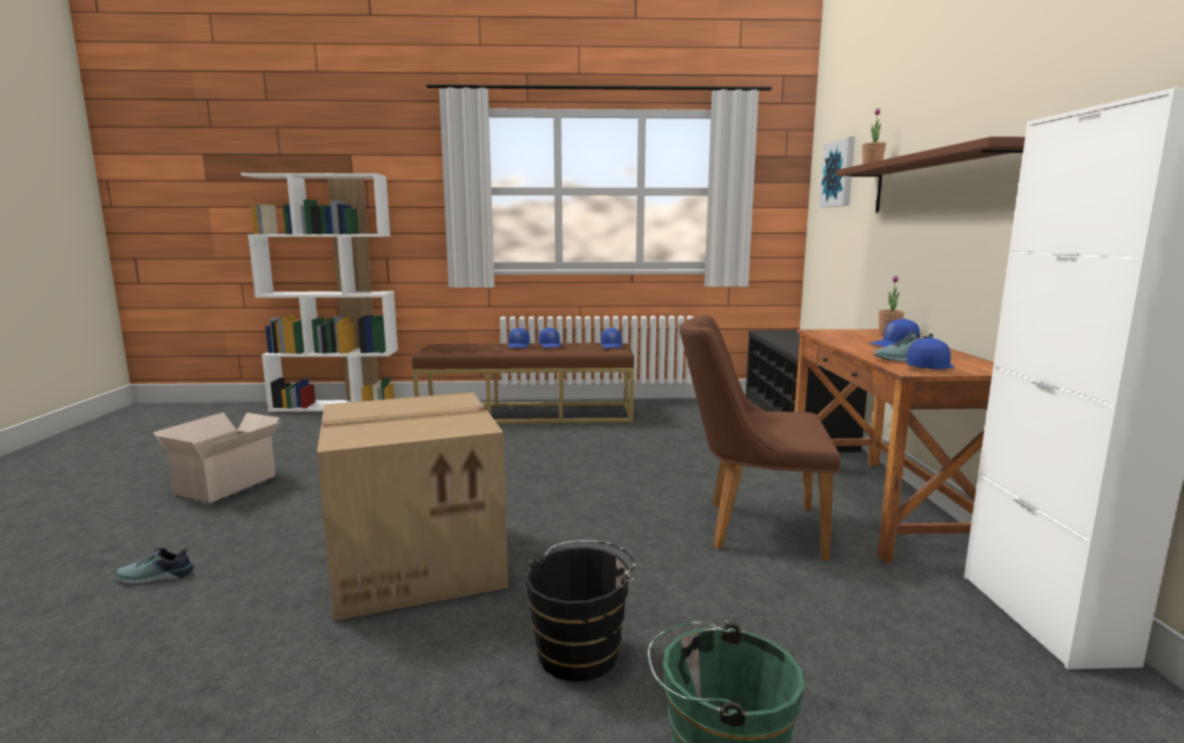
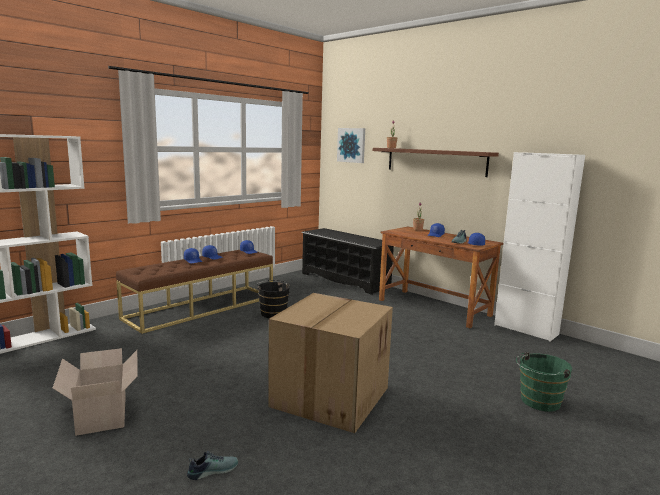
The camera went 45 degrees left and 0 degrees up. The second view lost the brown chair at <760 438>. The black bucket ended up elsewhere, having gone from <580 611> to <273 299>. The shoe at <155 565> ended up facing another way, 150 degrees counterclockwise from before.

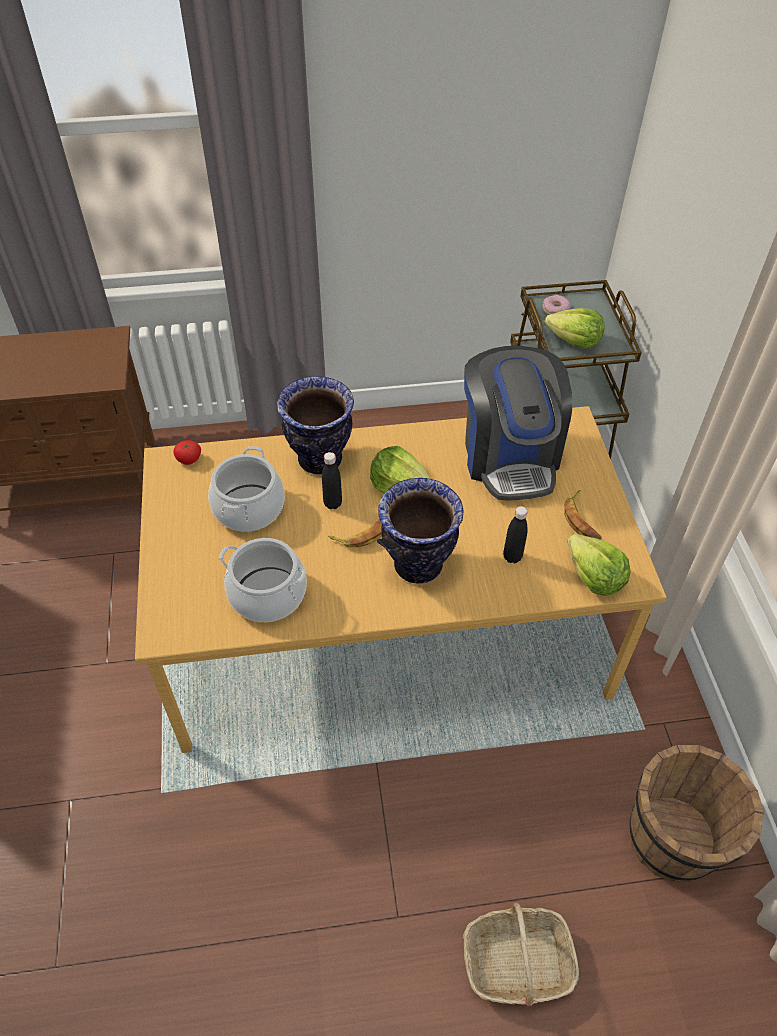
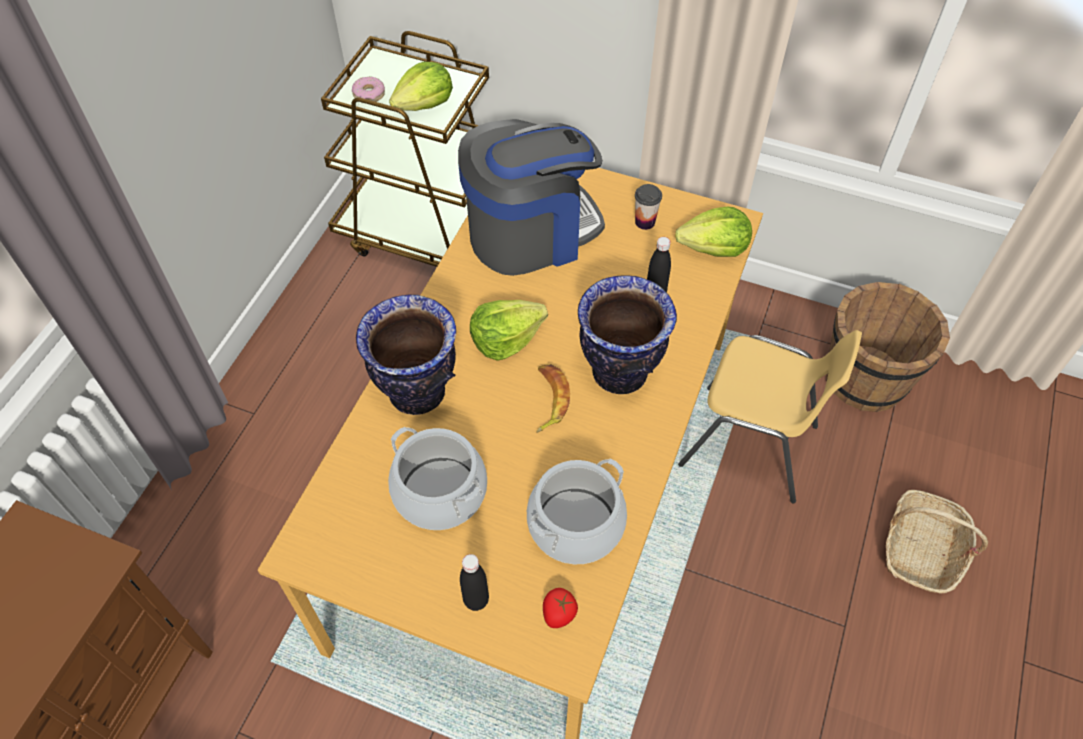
The camera went 60 degrees left and 5 degrees up. The coffee machine at <518 423> ended up facing another way, 45 degrees counterclockwise from before. The tomato ended up elsewhere, having gone from <187 452> to <560 608>. The black bottle ended up elsewhere, having gone from <332 480> to <474 582>. Where the banana stood at <583 515>, the cup came to stand at <648 207>. The second view gained the yellow chair at <770 416>.

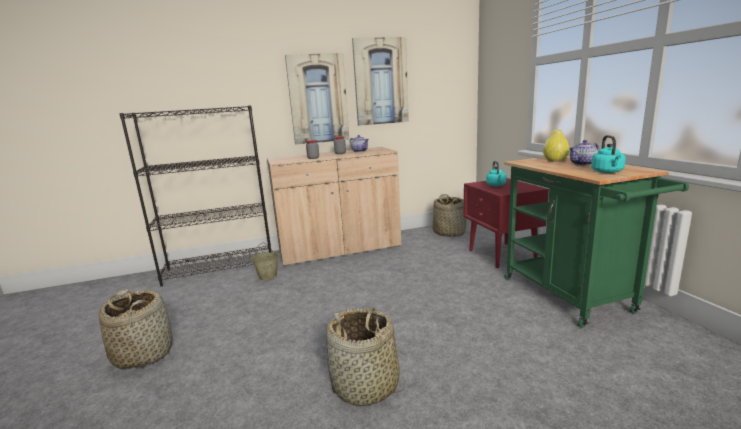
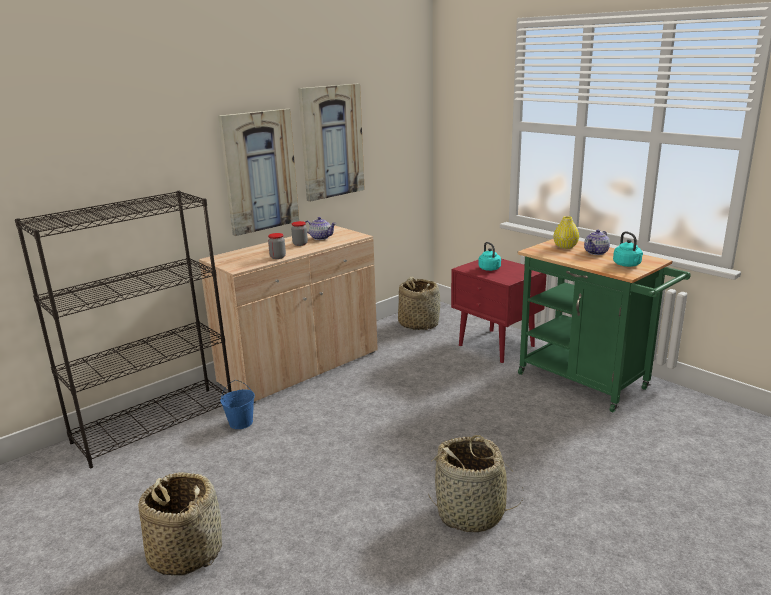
The camera went 25 degrees left and 5 degrees up. What was the beige bucket at <265 261> turned into the blue bucket at <237 404>.

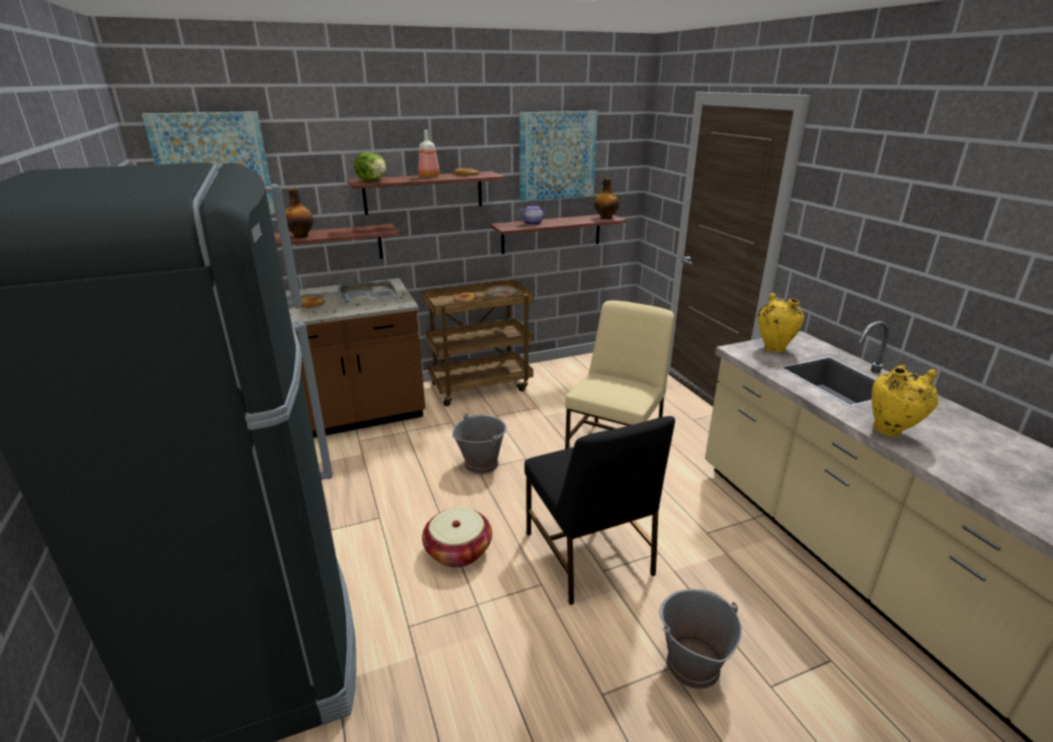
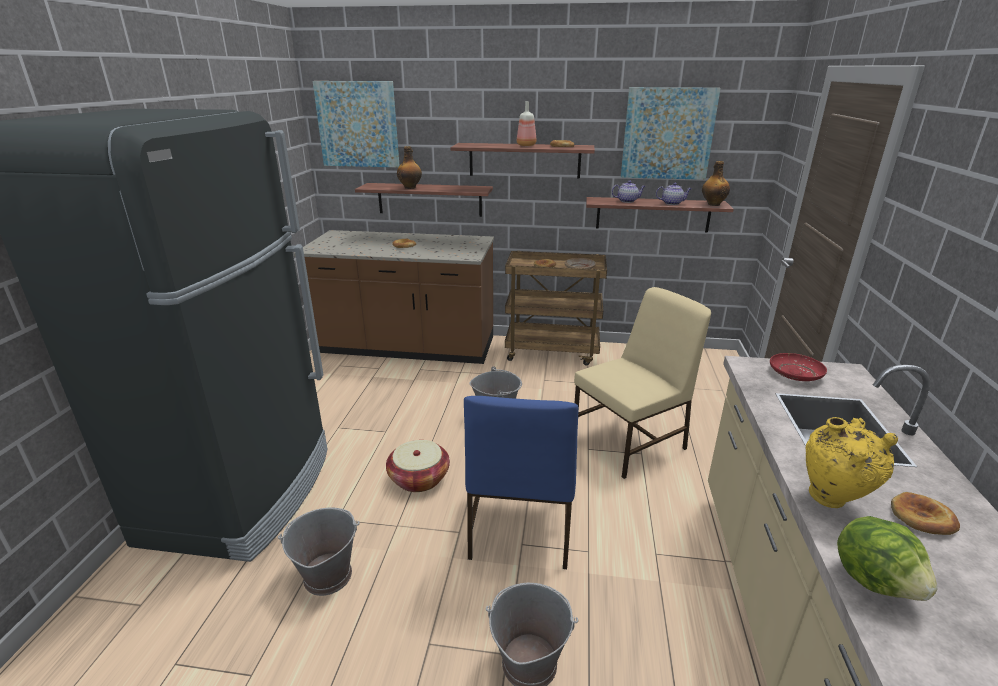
The camera went 30 degrees right and 0 degrees up. The lettuce ended up elsewhere, having gone from <370 166> to <887 558>. The second view lost the grey tray at <367 291>. Where the yellow vase stood at <781 322>, the red plate came to stand at <798 367>. What was the black chair at <599 510> turned into the blue chair at <521 482>. The second view gained the teapot at <674 194>. The second view gained the bread at <925 513>. The second view gained the grey bucket at <319 551>.

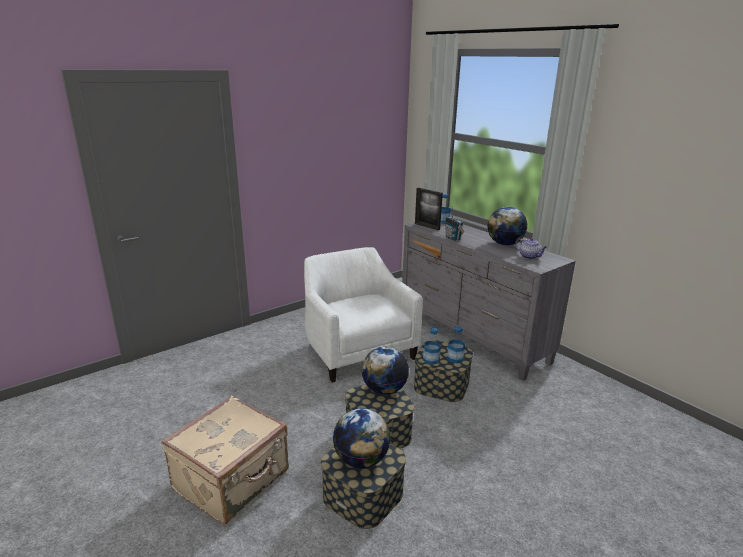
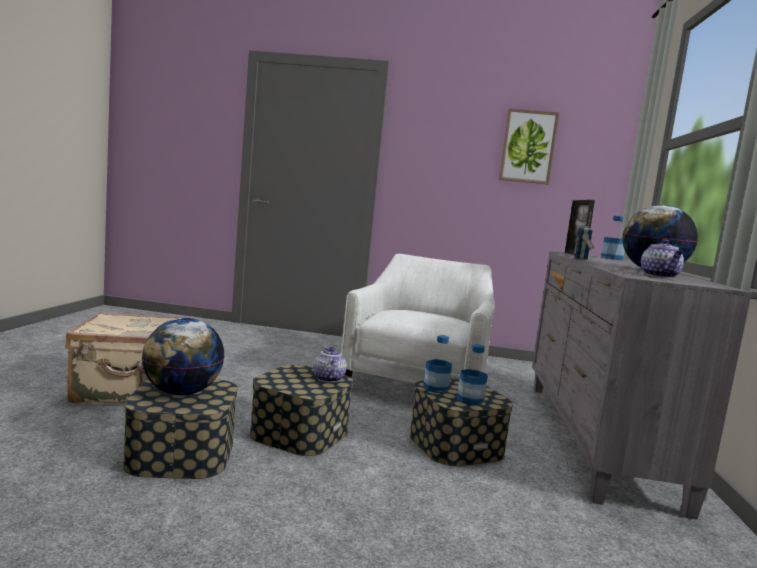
The camera went 45 degrees right and 15 degrees down. Where the globe stood at <385 371>, the teapot came to stand at <330 364>. The second view gained the picture at <529 146>.

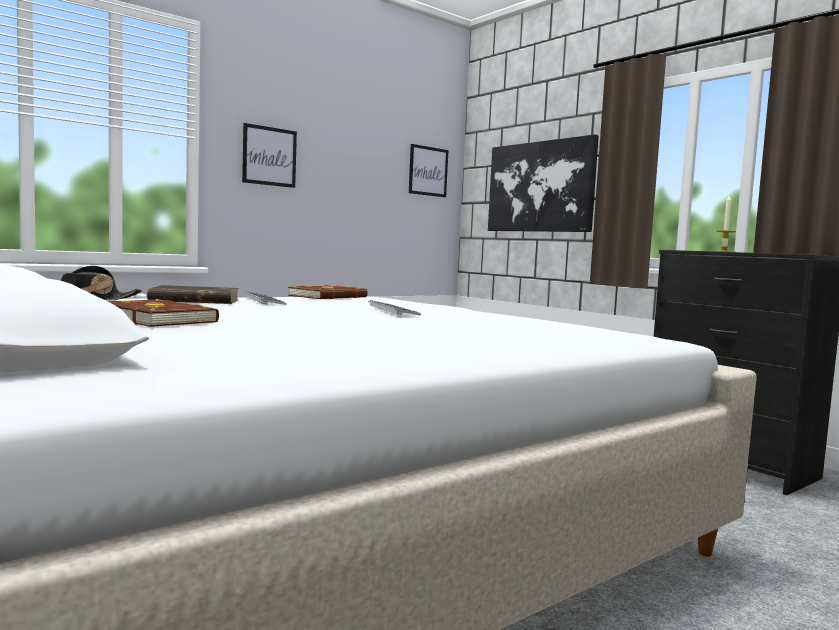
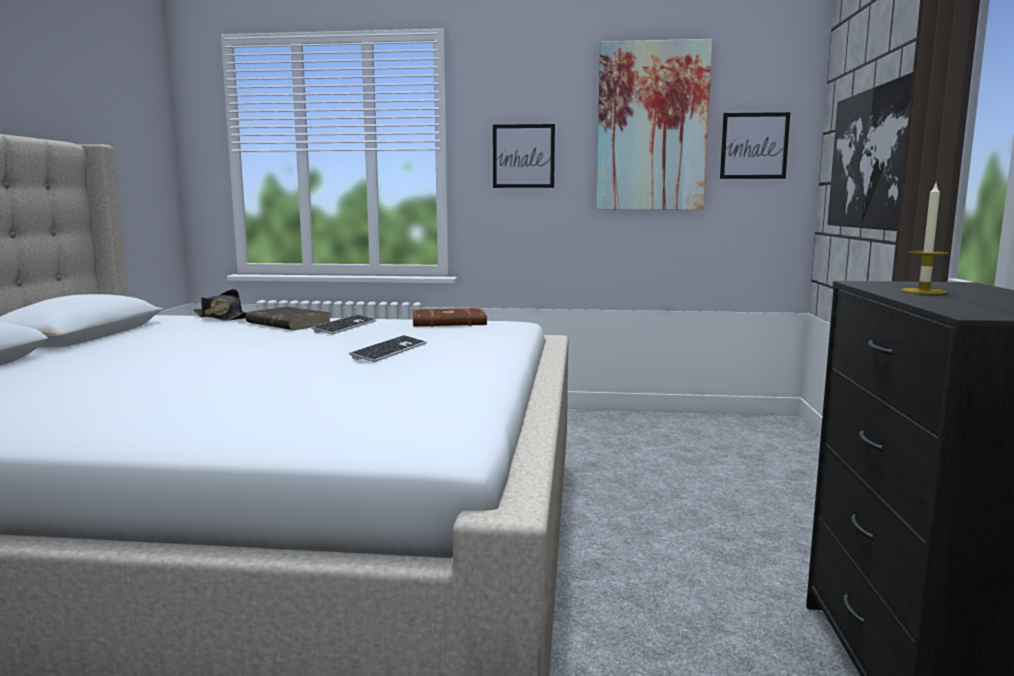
The camera went 45 degrees right and 5 degrees up. The second view lost the brown book at <162 313>. The second view gained the picture at <654 124>.

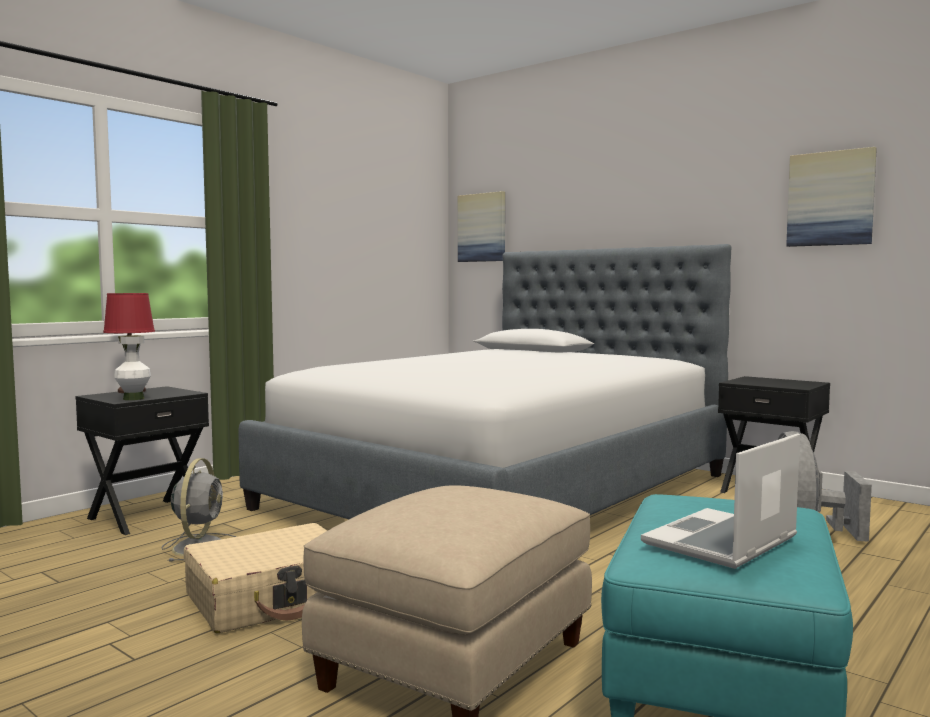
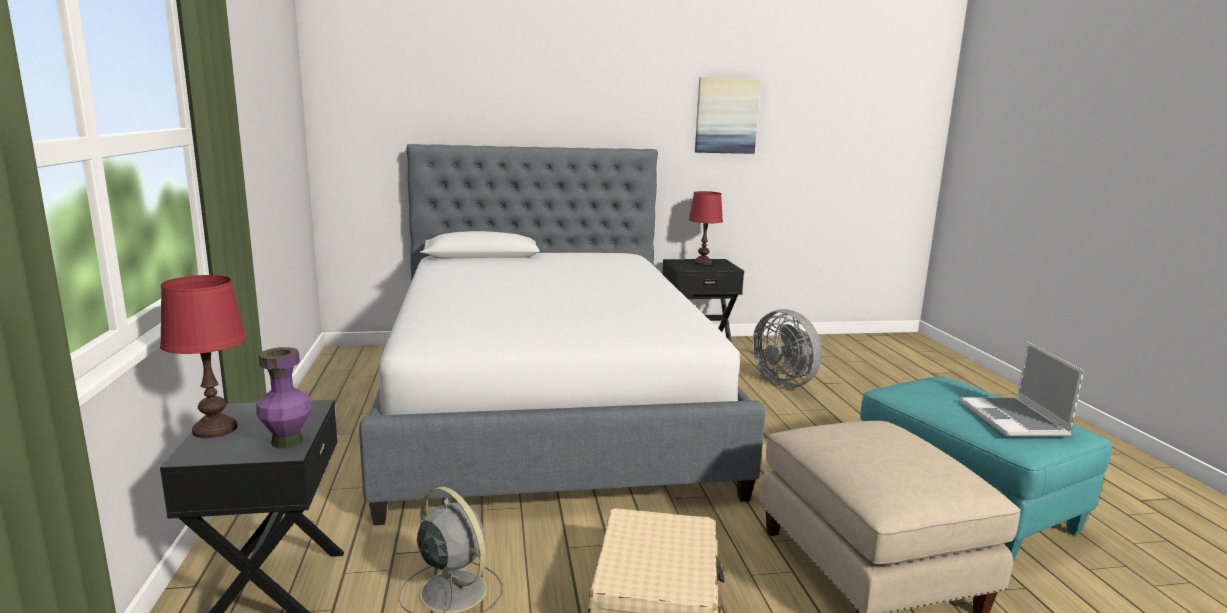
The camera went 50 degrees left and 10 degrees up. The second view lost the picture at <481 226>. What was the white vase at <132 367> turned into the purple vase at <284 397>. The second view gained the red table lamp at <706 228>.

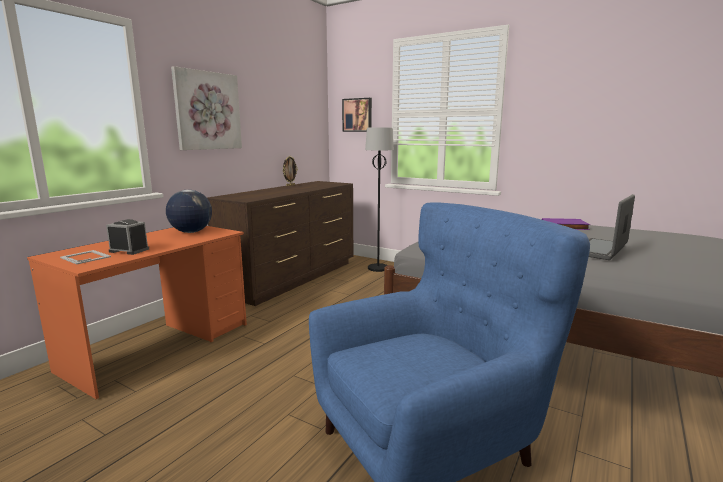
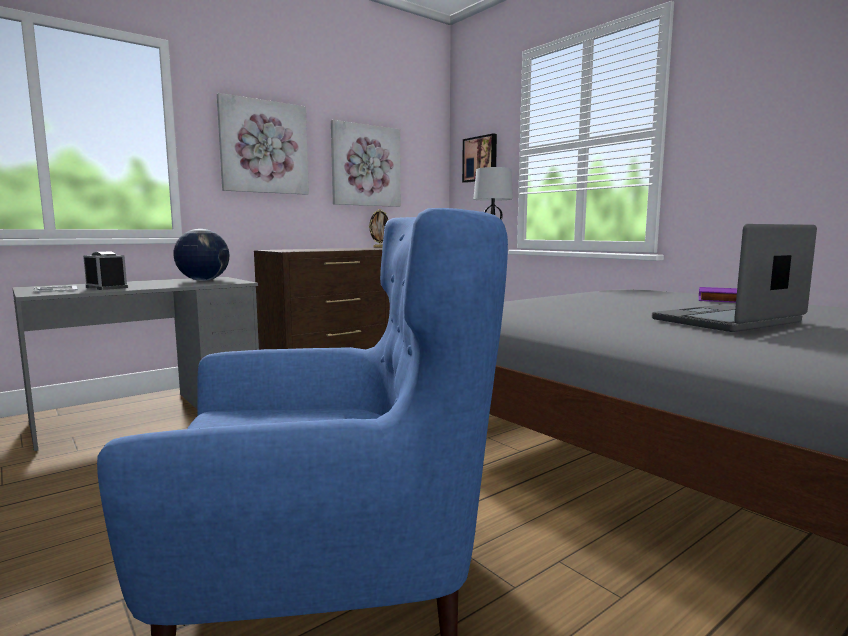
The camera went 20 degrees right and 5 degrees down. What was the orange desk at <137 312> turned into the grey desk at <135 363>. The second view gained the picture at <366 163>.

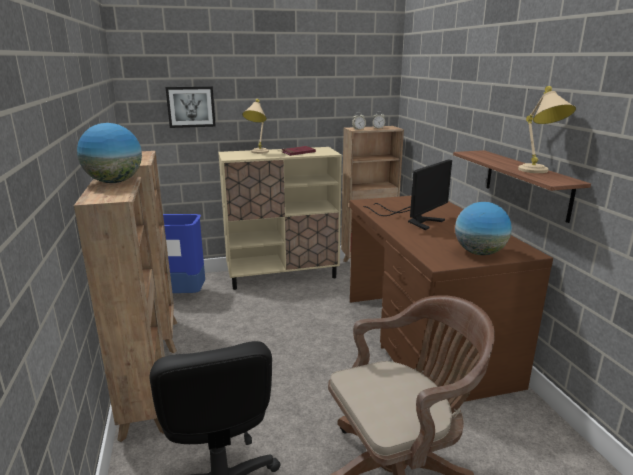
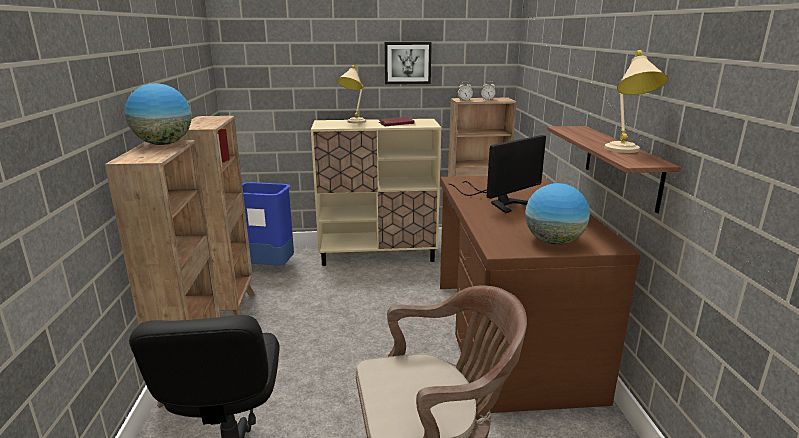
The camera went 10 degrees right and 0 degrees up. The picture ended up elsewhere, having gone from <190 107> to <408 63>.

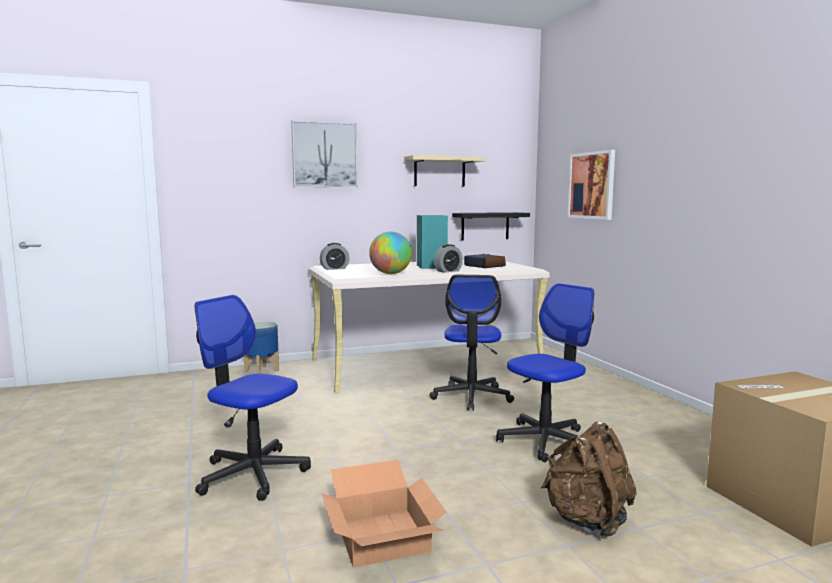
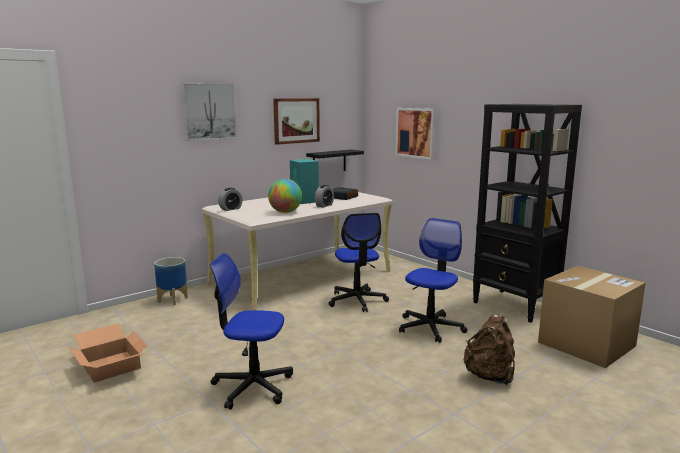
The camera went 20 degrees left and 5 degrees up. Where the beige shelf hung at <445 170>, the picture came to hang at <296 121>. The cardboard box ended up elsewhere, having gone from <384 513> to <109 353>. The second view gained the black bookcase at <527 213>.

